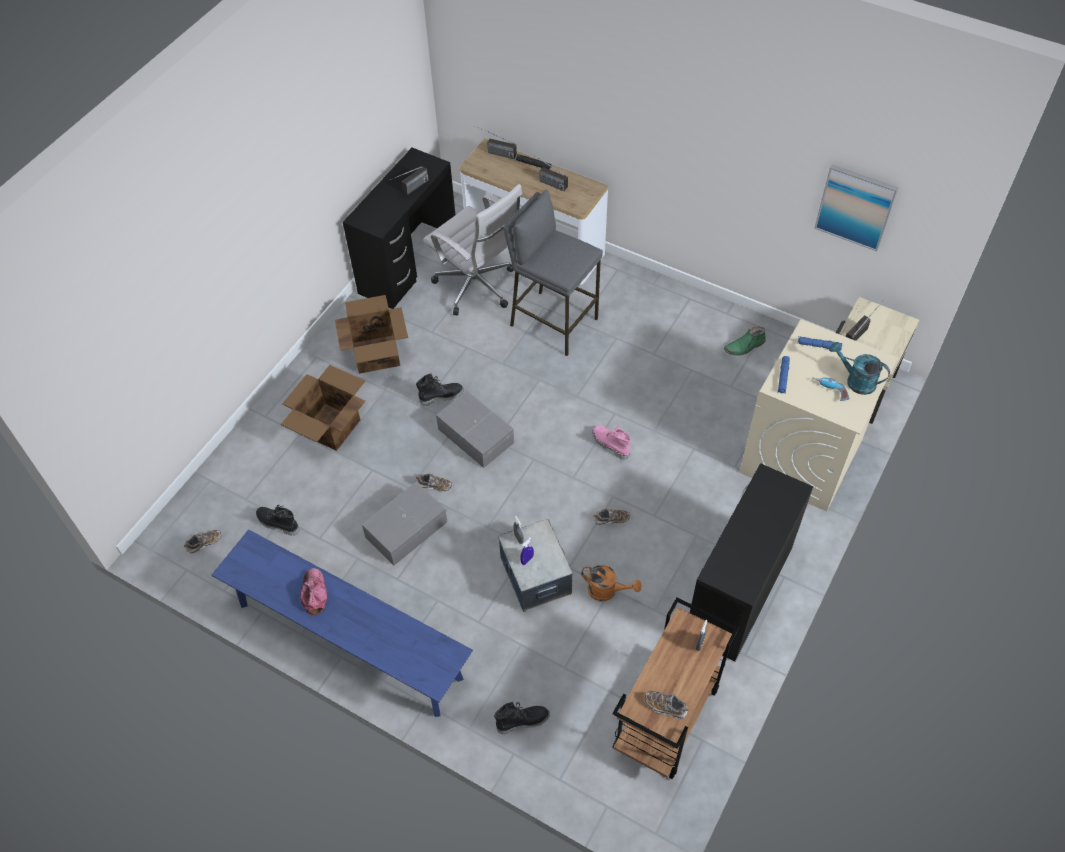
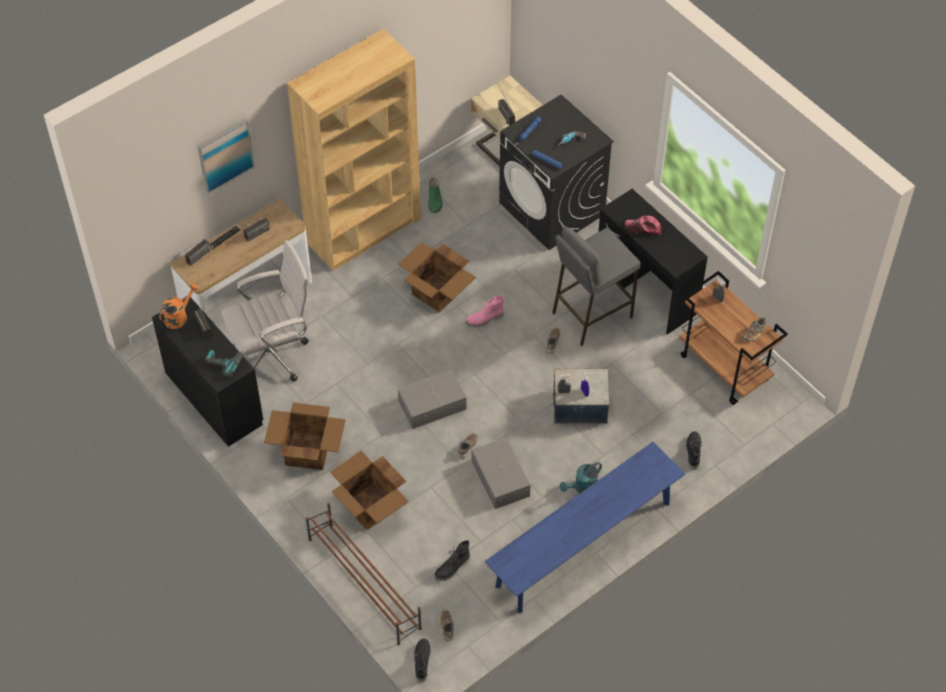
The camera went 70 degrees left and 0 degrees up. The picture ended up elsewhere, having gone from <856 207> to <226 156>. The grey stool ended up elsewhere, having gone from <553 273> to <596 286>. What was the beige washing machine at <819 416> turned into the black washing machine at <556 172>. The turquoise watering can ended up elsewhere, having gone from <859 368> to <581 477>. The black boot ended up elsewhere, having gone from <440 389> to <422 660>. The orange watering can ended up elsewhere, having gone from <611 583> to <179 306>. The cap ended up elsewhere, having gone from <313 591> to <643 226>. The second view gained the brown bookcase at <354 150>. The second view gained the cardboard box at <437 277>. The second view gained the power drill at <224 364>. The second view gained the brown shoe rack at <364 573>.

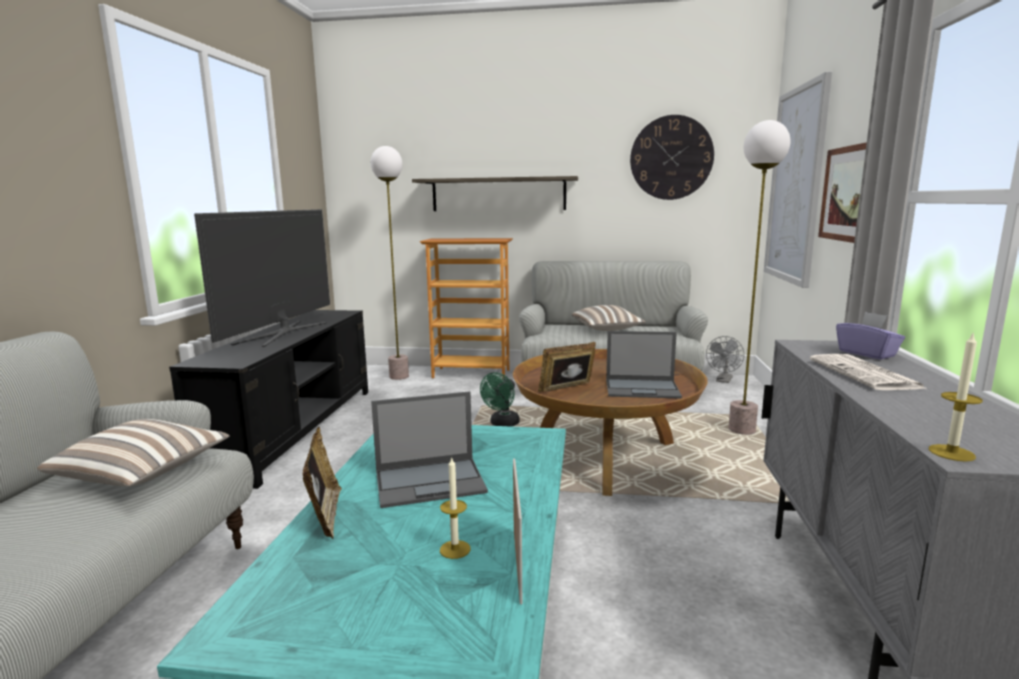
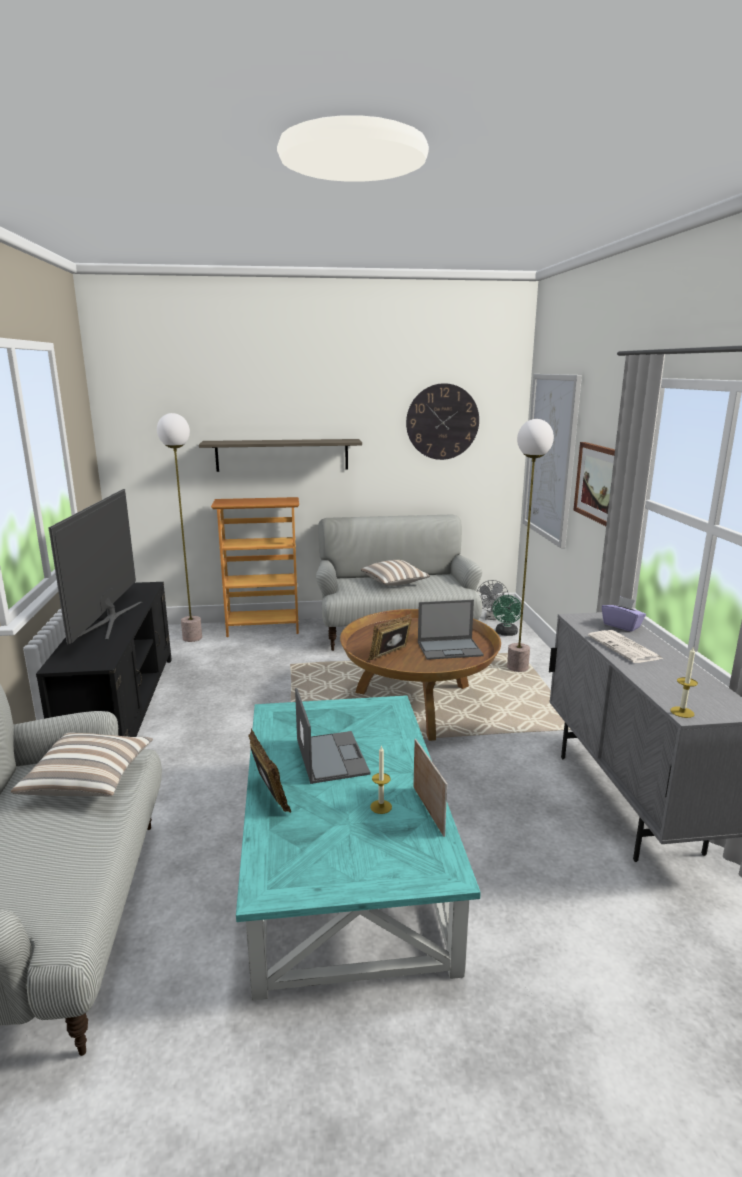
The camera went 15 degrees left and 5 degrees up. The green fan ended up elsewhere, having gone from <500 399> to <507 615>. The laptop at <429 449> ended up facing another way, 75 degrees counterclockwise from before.

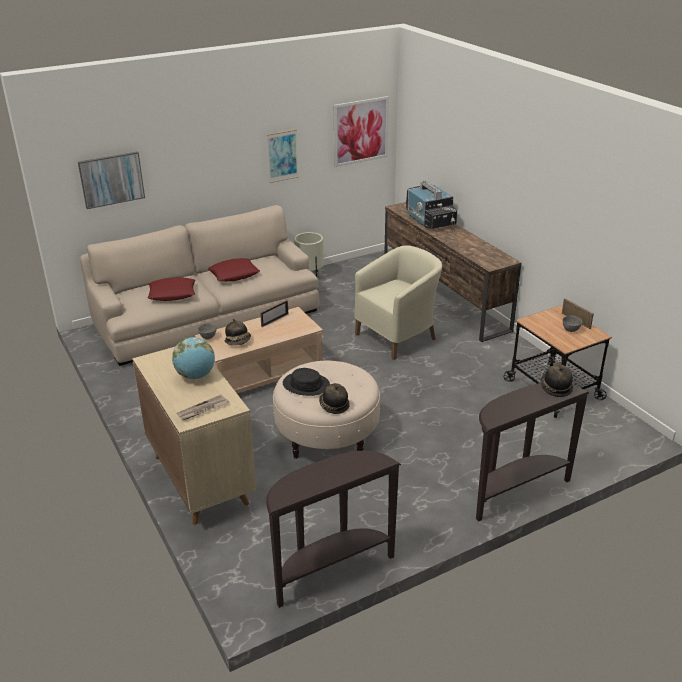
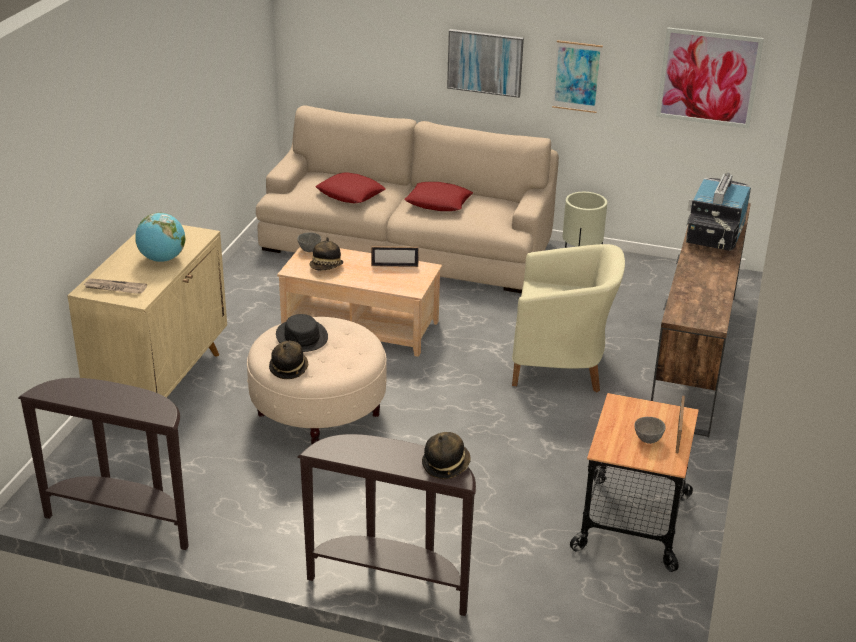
The camera went 45 degrees right and 0 degrees up. The picture ended up elsewhere, having gone from <111 180> to <485 63>.

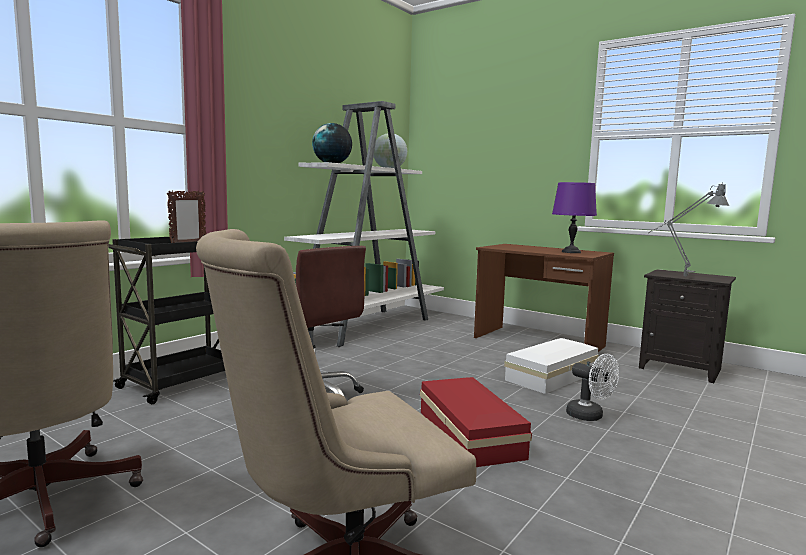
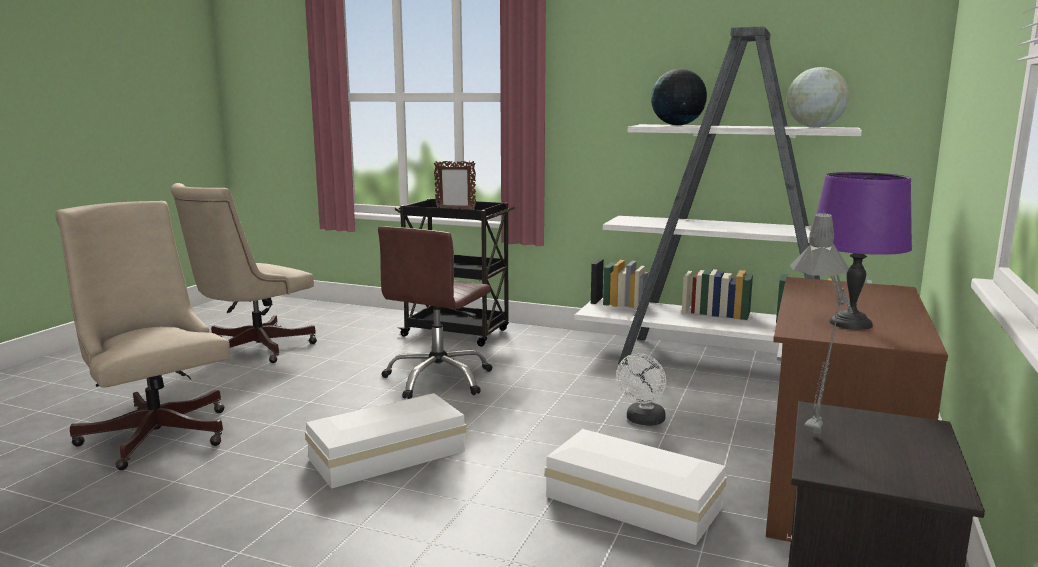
The camera went 75 degrees right and 5 degrees up. The white fan ended up elsewhere, having gone from <592 387> to <641 389>. What was the red storage box at <476 422> turned into the white storage box at <385 441>.

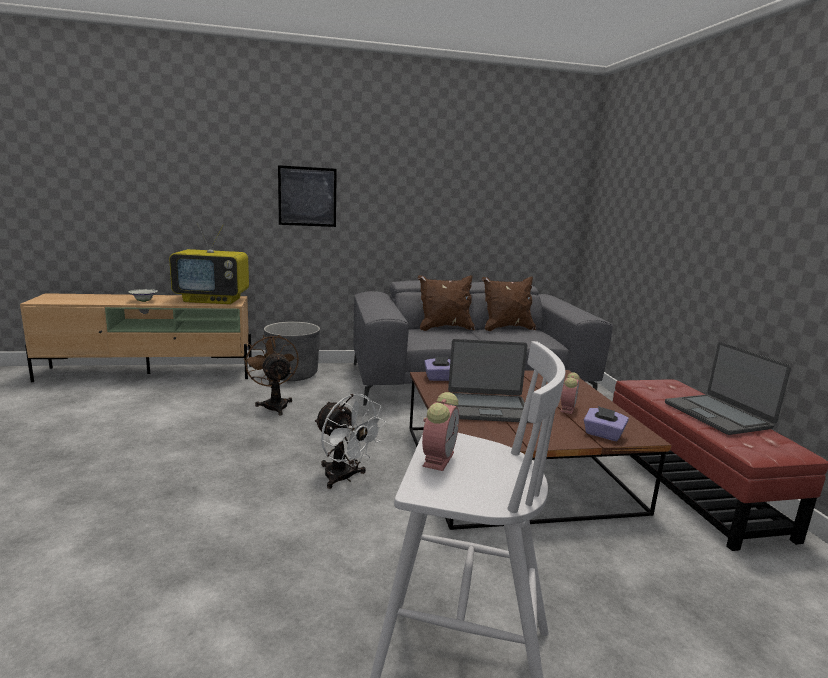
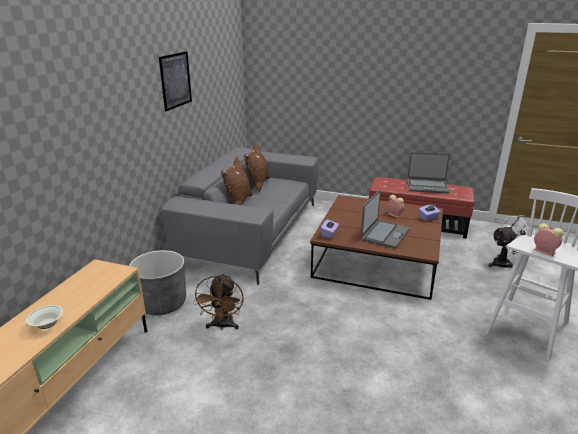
The camera went 60 degrees left and 10 degrees up. The picture ended up elsewhere, having gone from <307 196> to <175 81>. The second view lost the television at <209 263>. The brown fan at <271 375> ended up facing another way, 90 degrees counterclockwise from before. The white fan ended up elsewhere, having gone from <350 441> to <512 241>.

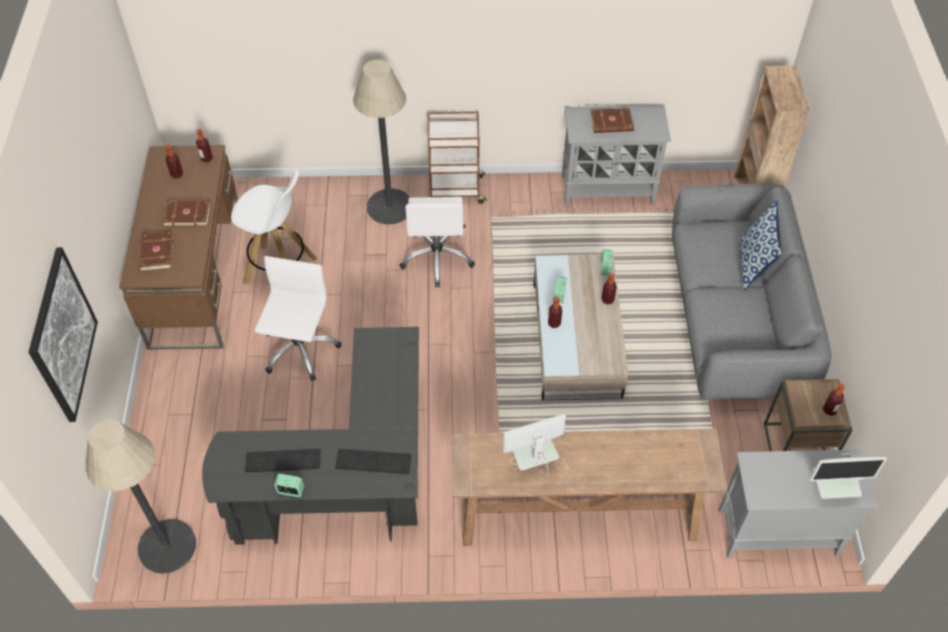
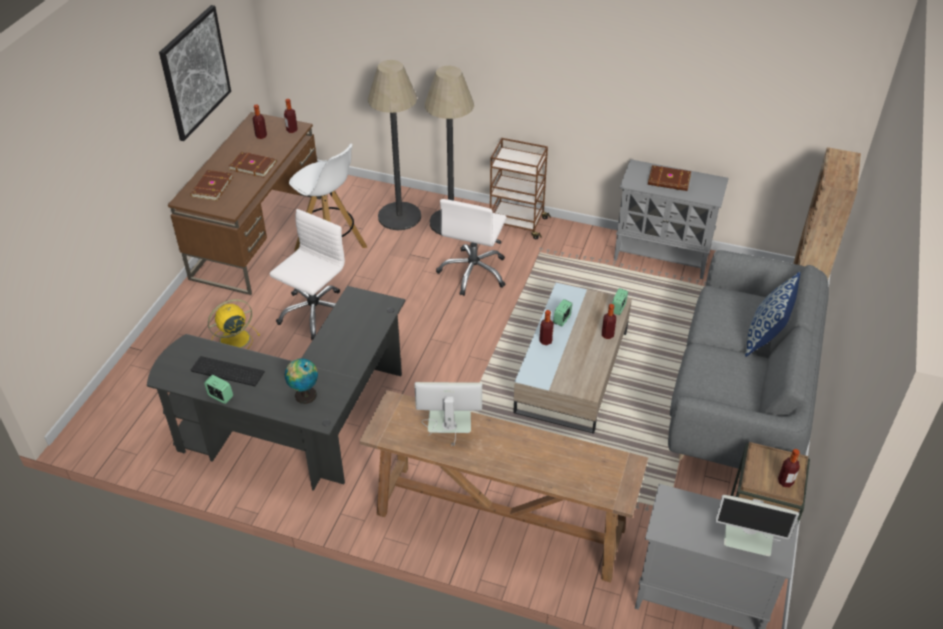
The camera went 20 degrees right and 10 degrees down. The picture ended up elsewhere, having gone from <63 334> to <195 73>. The floor lamp ended up elsewhere, having gone from <141 496> to <394 145>. Where the keyboard stood at <373 461>, the globe came to stand at <301 381>. The second view gained the yellow fan at <234 324>.

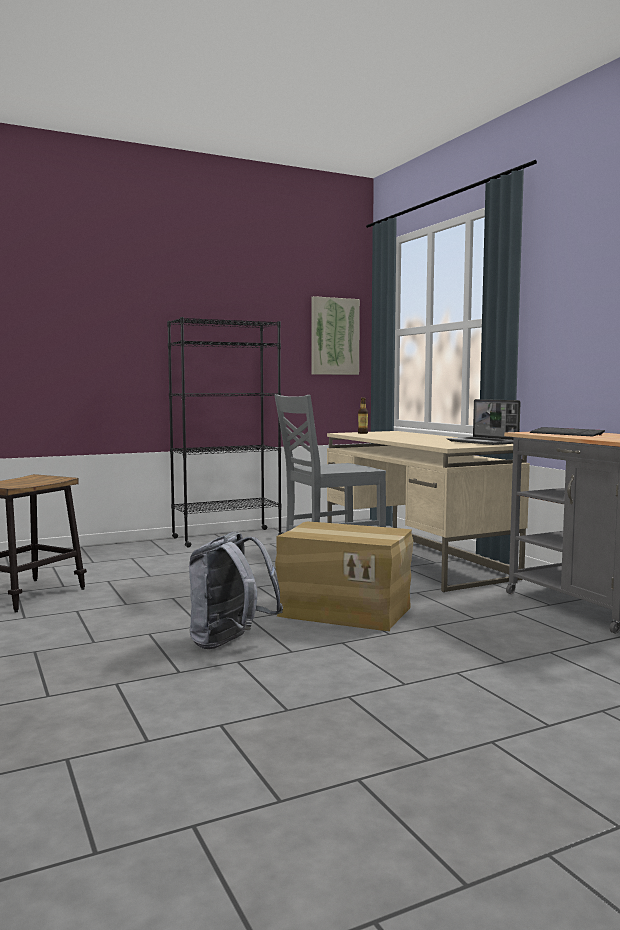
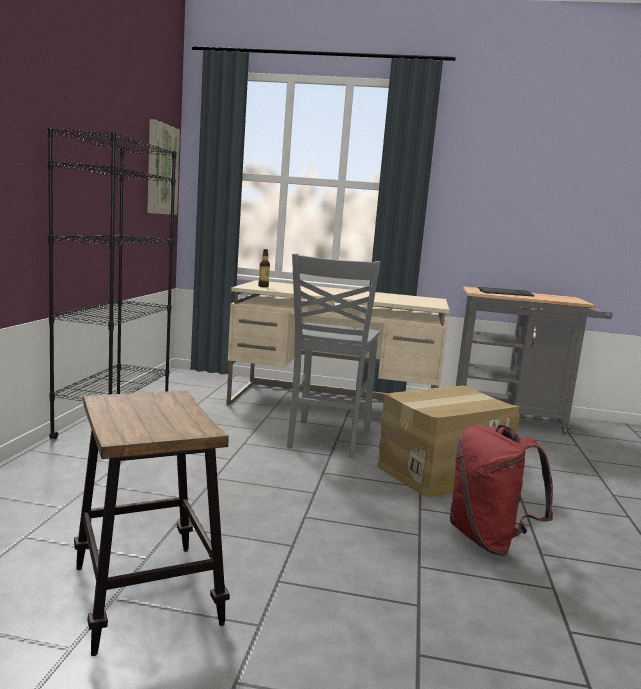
The camera went 55 degrees left and 5 degrees up. The second view lost the laptop at <483 422>. What was the grey backpack at <236 590> turned into the red backpack at <501 490>.

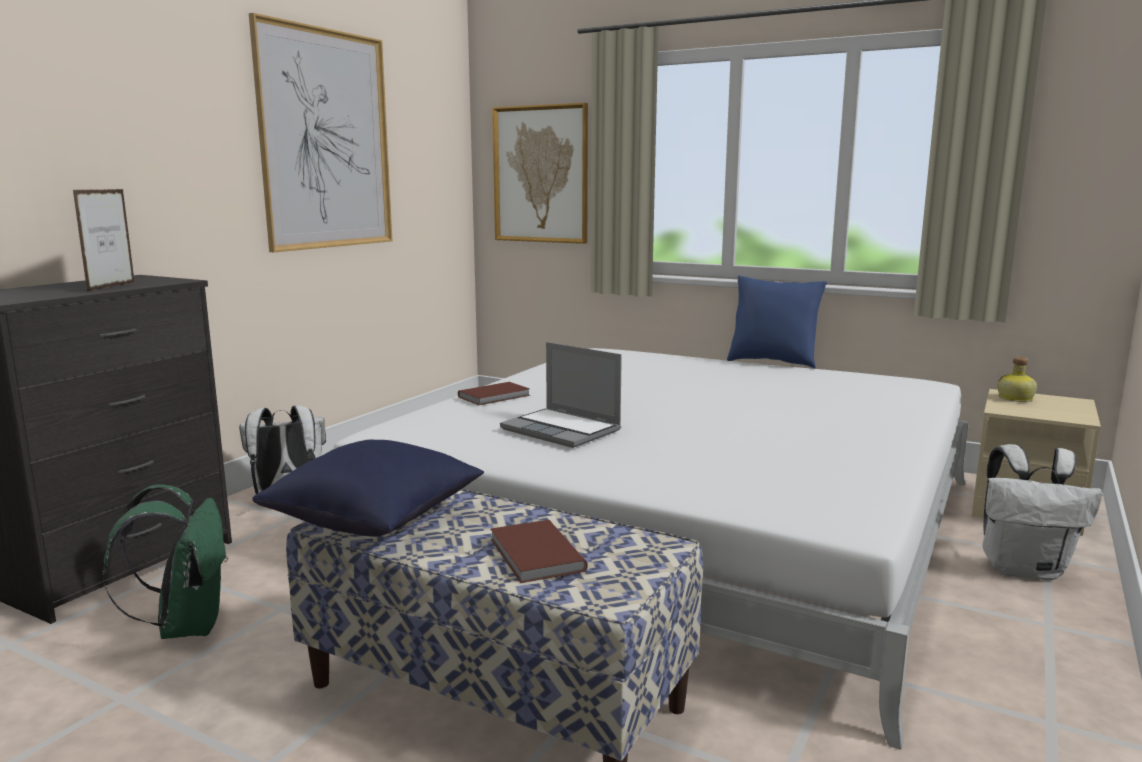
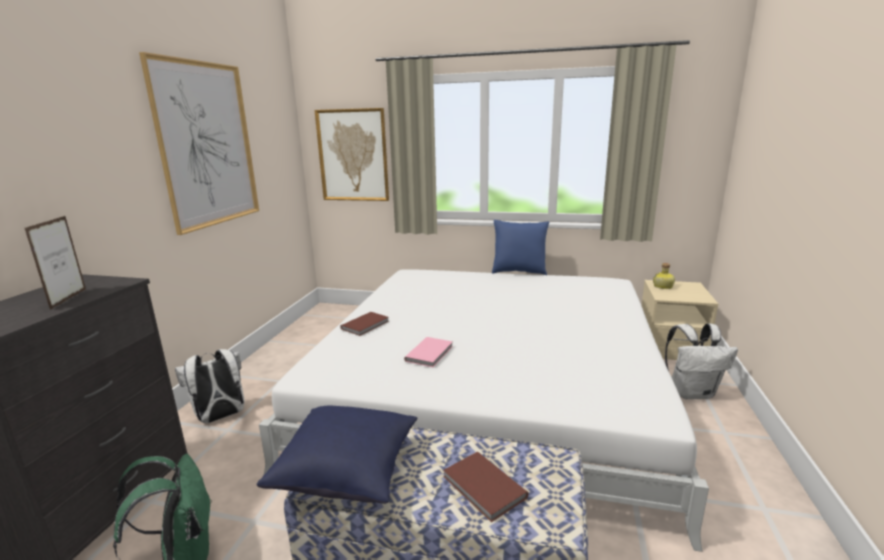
The camera went 15 degrees left and 5 degrees up. Where the laptop stood at <561 395>, the pink book came to stand at <428 352>.

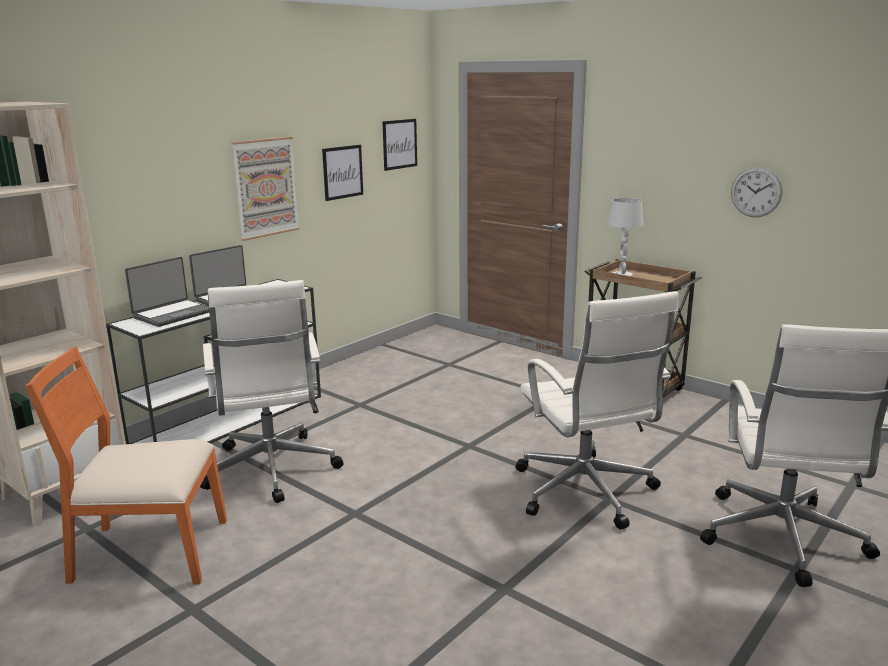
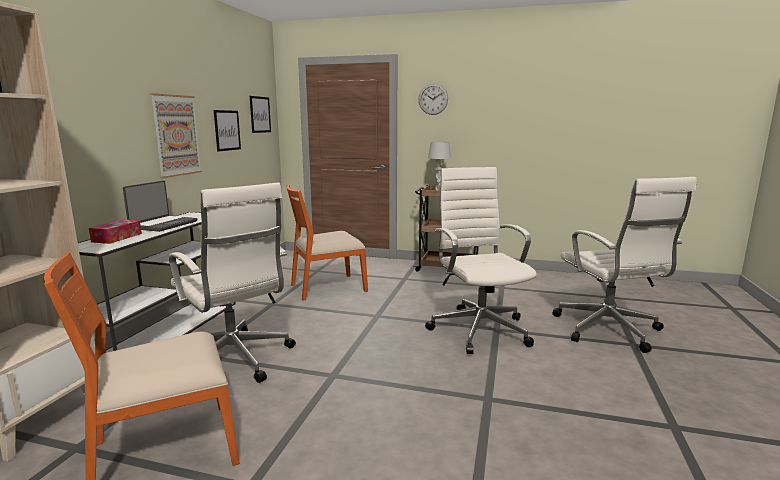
The camera went 25 degrees left and 5 degrees down. The wall clock ended up elsewhere, having gone from <756 192> to <433 99>. Where the laptop stood at <167 292>, the tissue box came to stand at <115 231>. The white office chair at <597 410> ended up facing another way, 150 degrees counterclockwise from before. The second view gained the orange chair at <327 242>.

